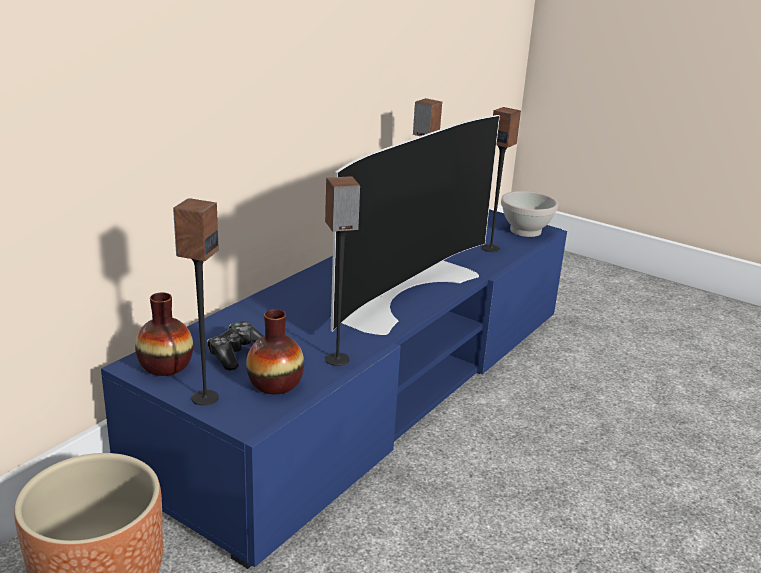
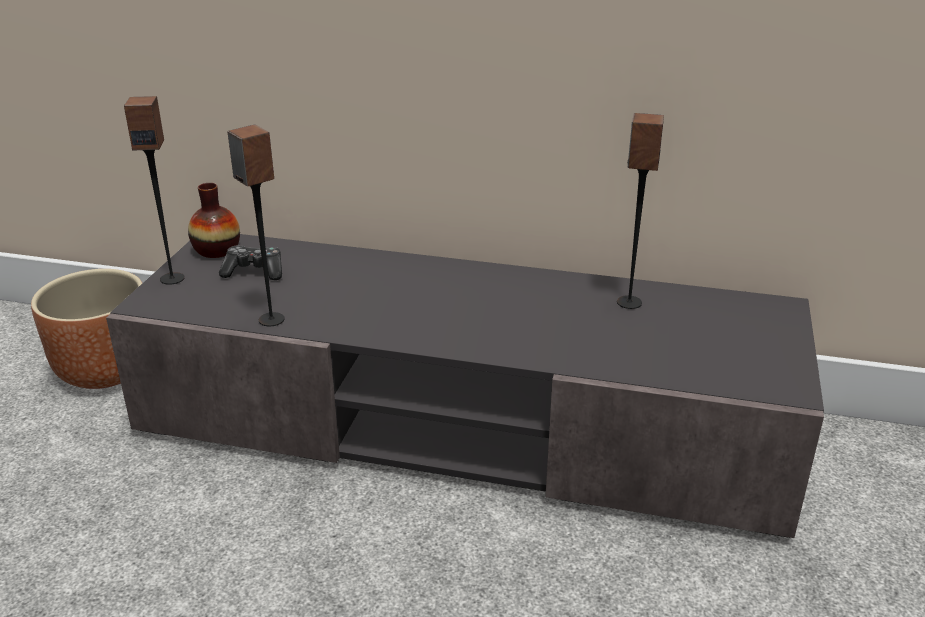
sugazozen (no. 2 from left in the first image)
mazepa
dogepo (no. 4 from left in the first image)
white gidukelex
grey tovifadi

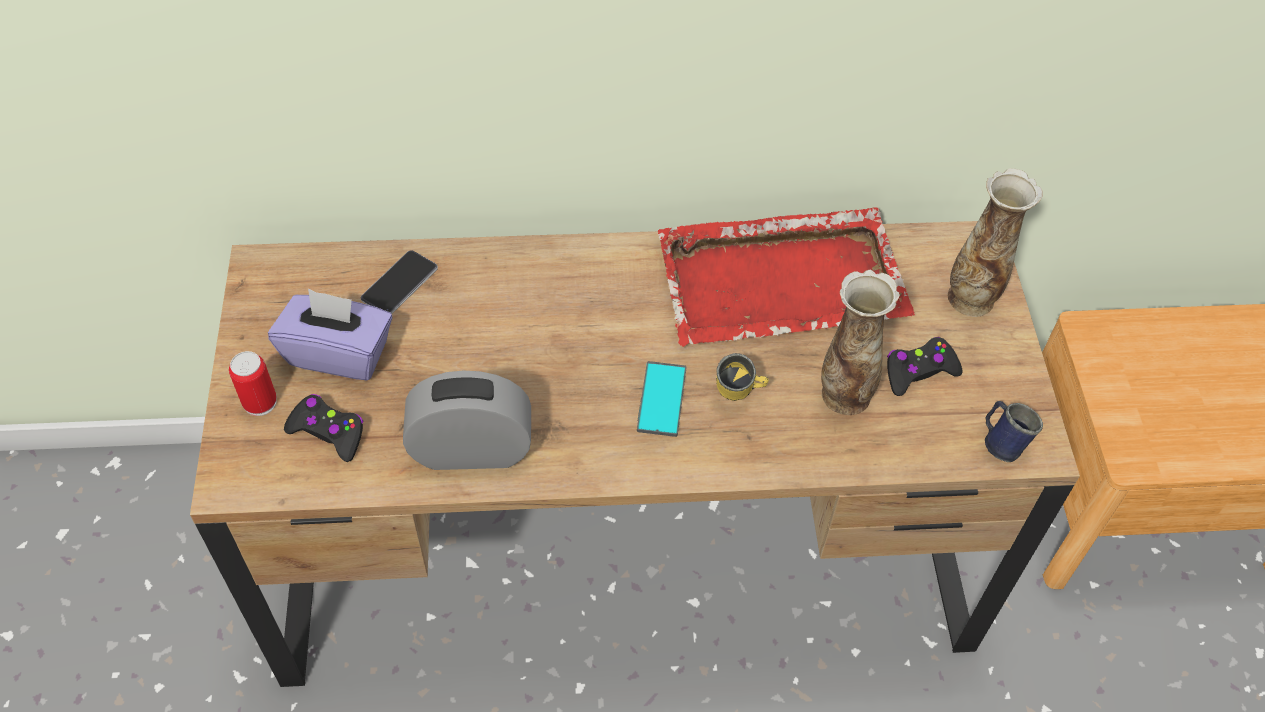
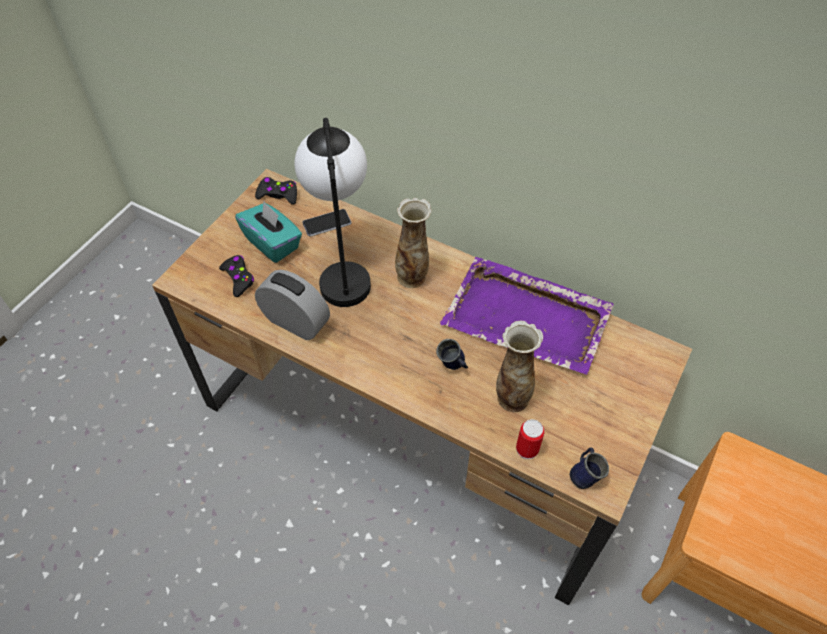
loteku (no. 2 from left in the first image)
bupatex
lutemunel
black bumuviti (no. 2 from left)
sugazozen (no. 1 from left)
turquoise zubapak
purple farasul
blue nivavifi (no. 1 from left)

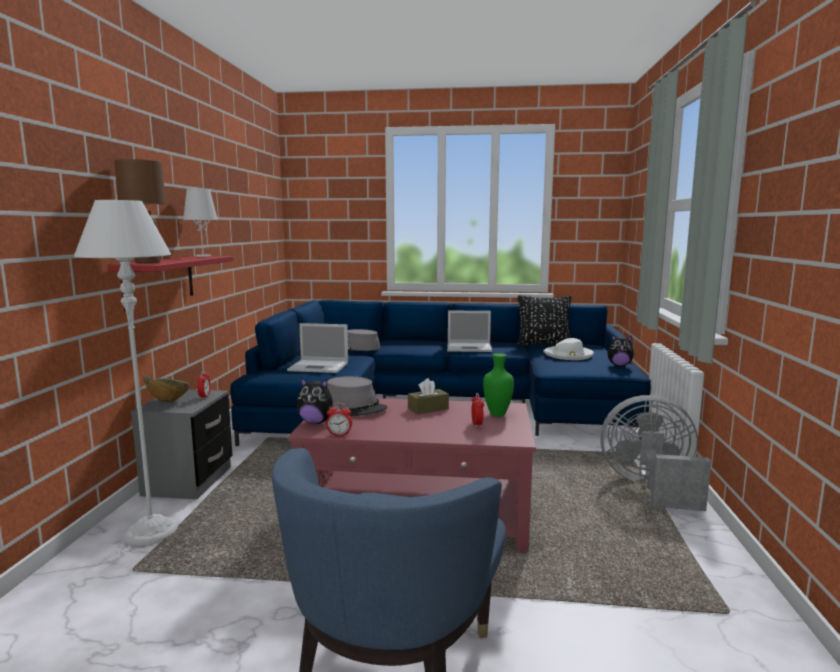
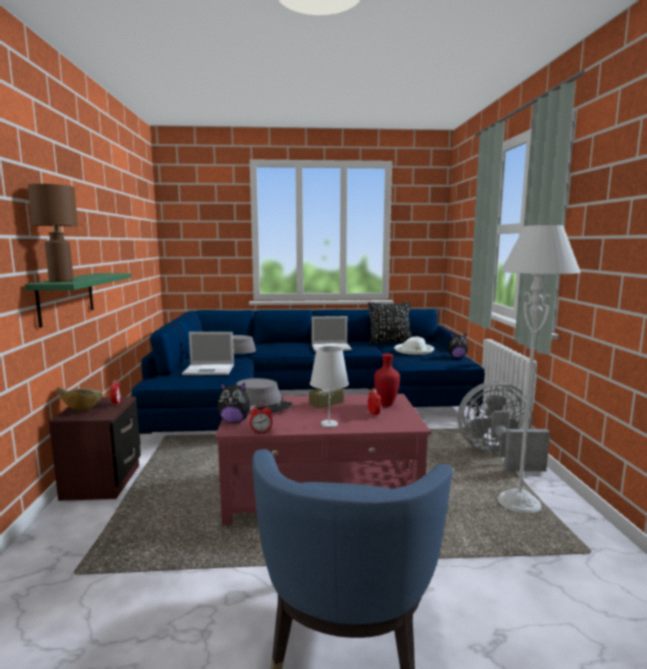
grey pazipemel
white bupatex
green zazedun
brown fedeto
red sugazozen

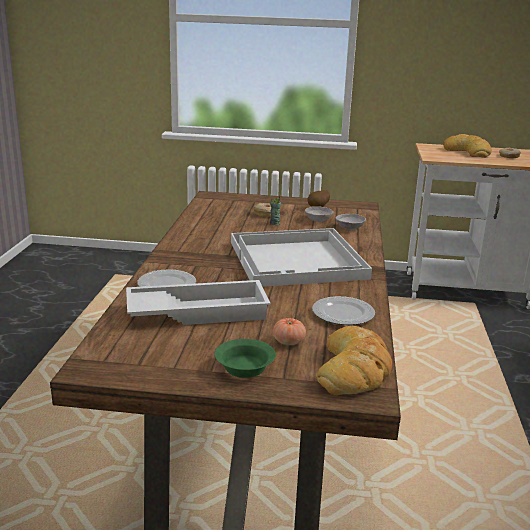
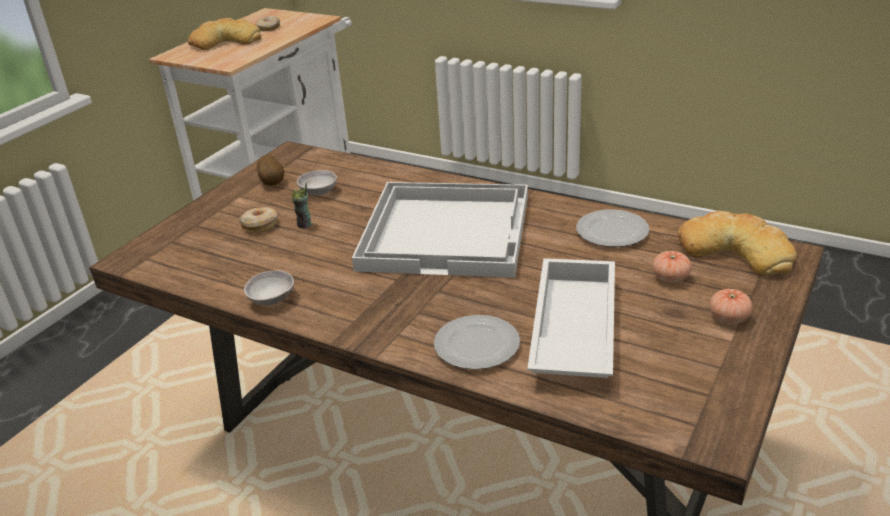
grey gidukelex (no. 1 from left)
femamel (no. 2 from left)

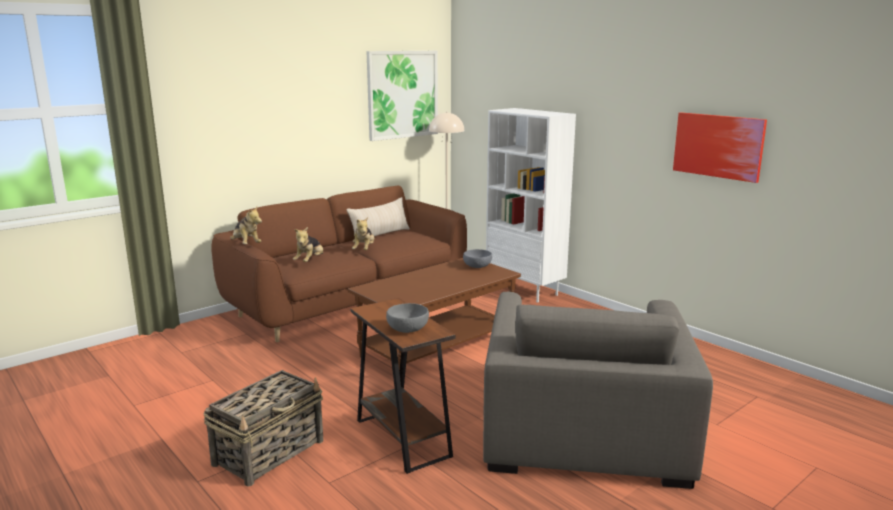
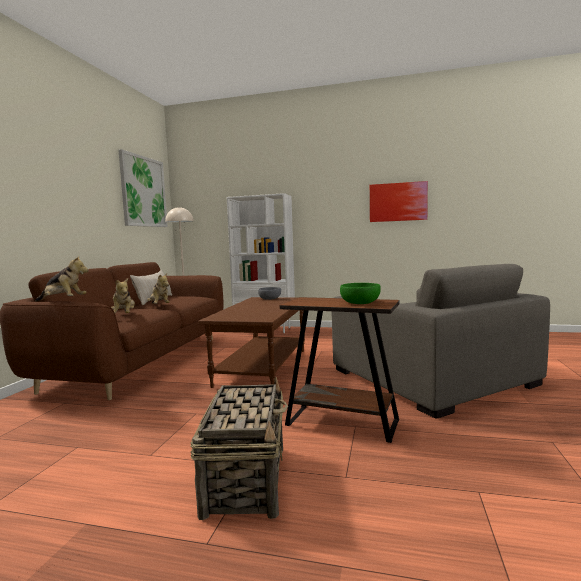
green gidukelex

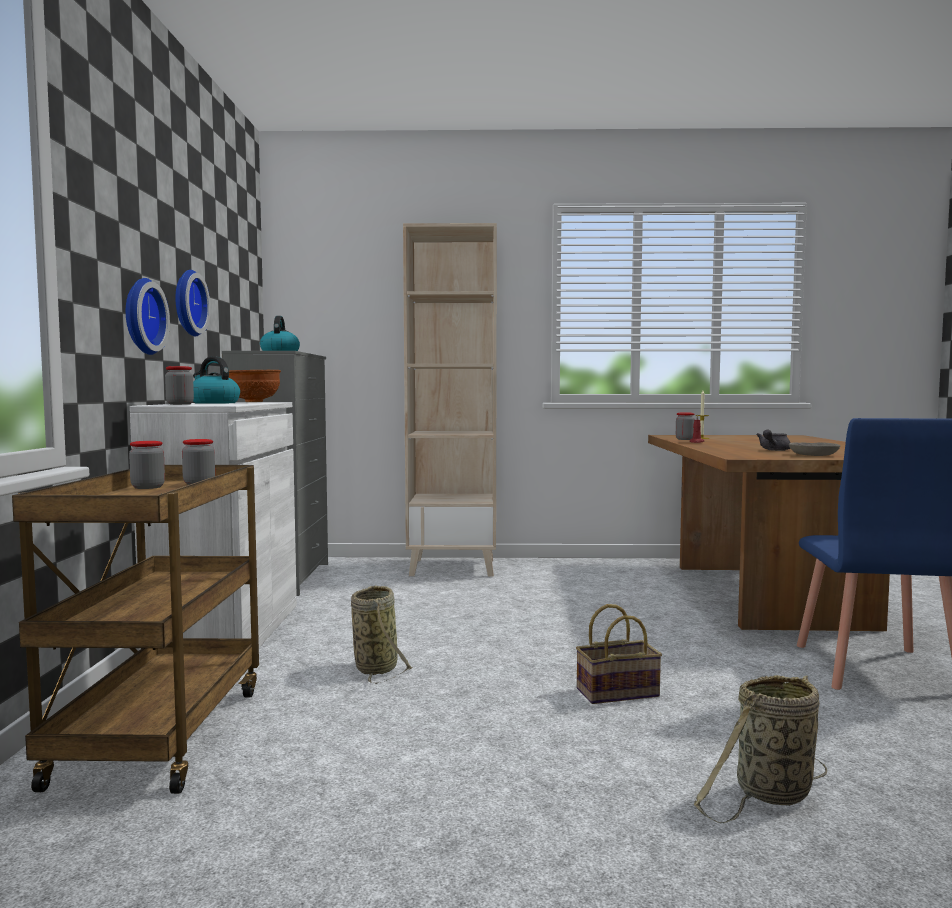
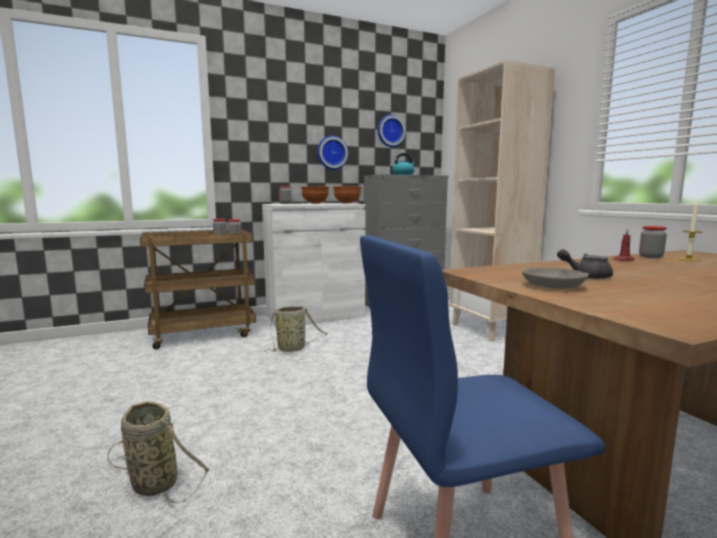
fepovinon (no. 2 from left in the first image)
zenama (no. 2 from left)
brown gidukelex (no. 1 from left)

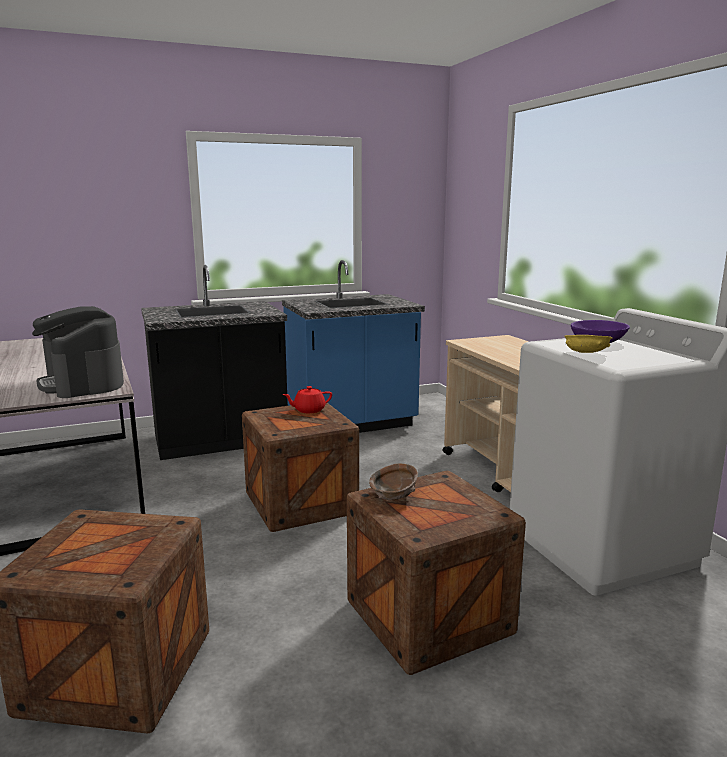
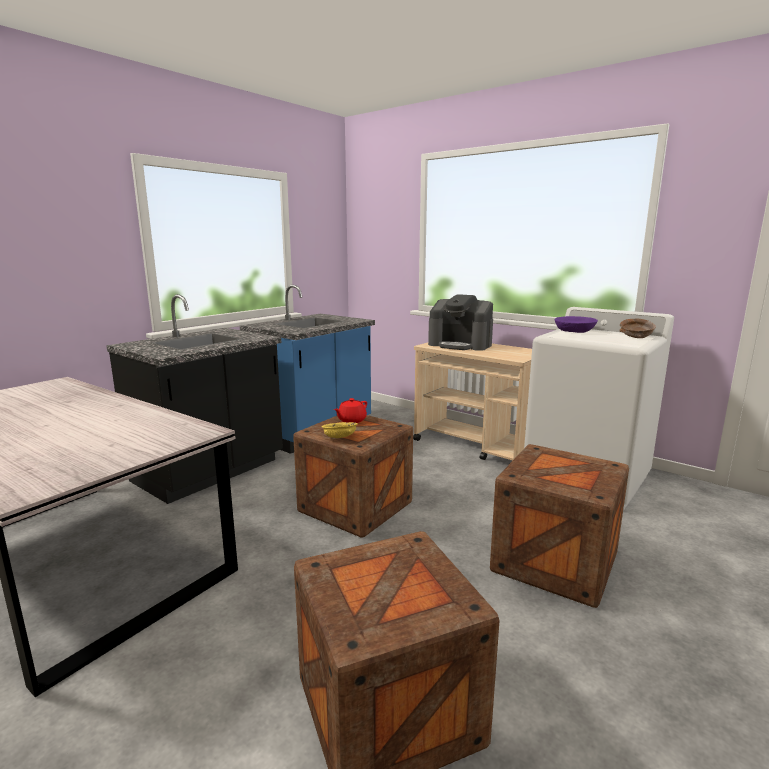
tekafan
brown gidukelex
yellow gidukelex

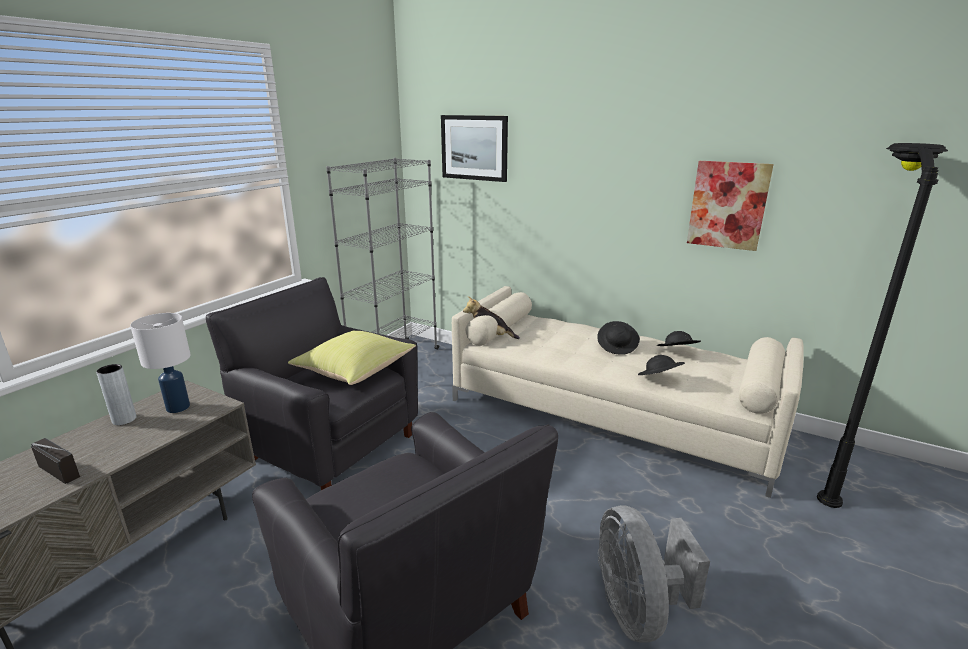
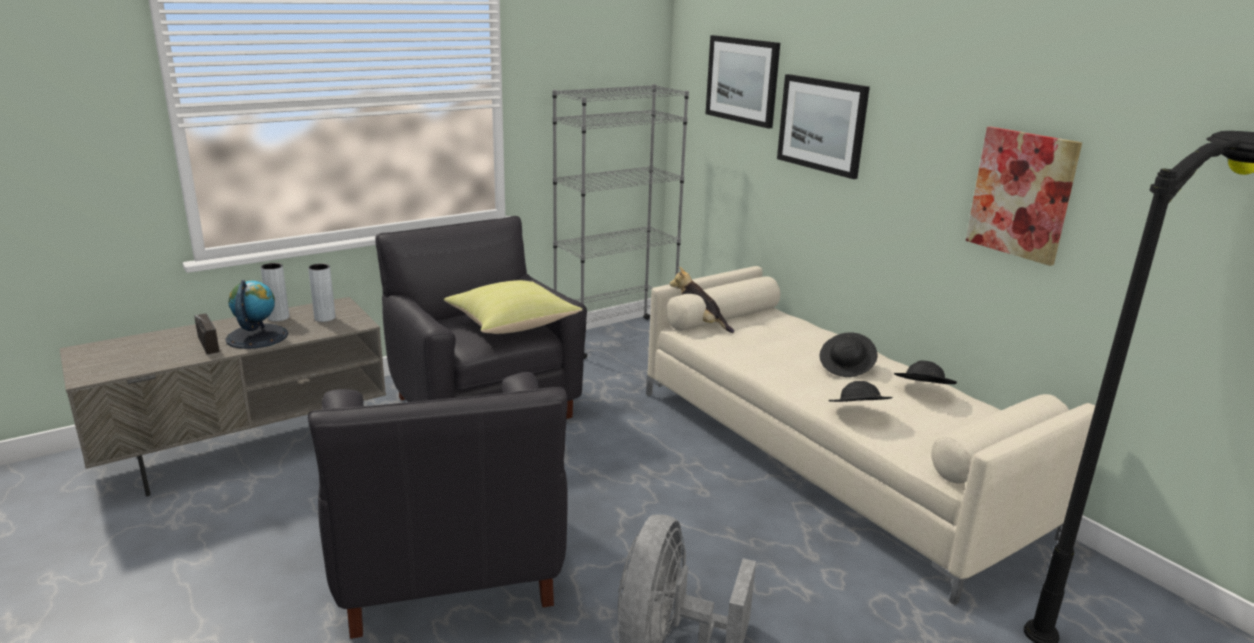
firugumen
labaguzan (no. 2 from left)
grey sugazozen (no. 2 from left)

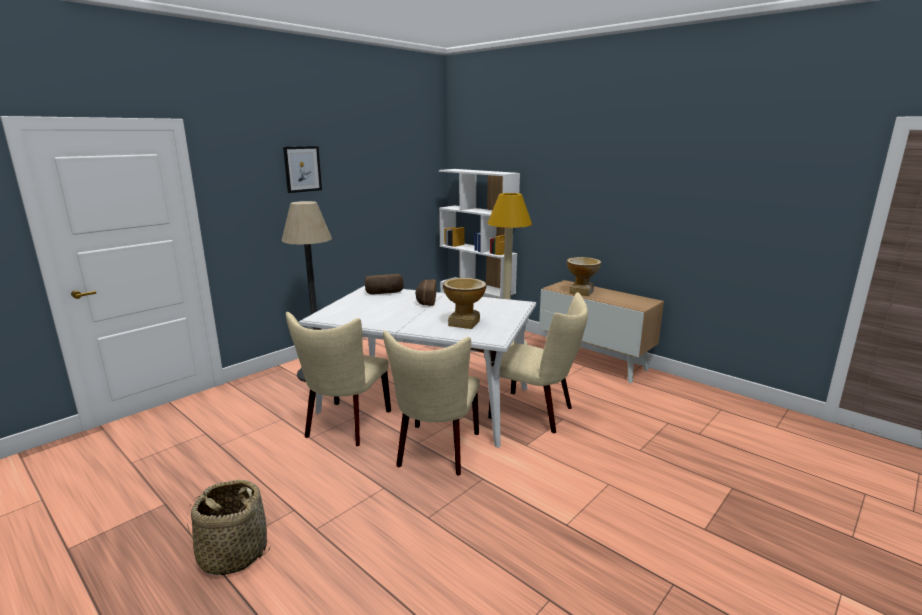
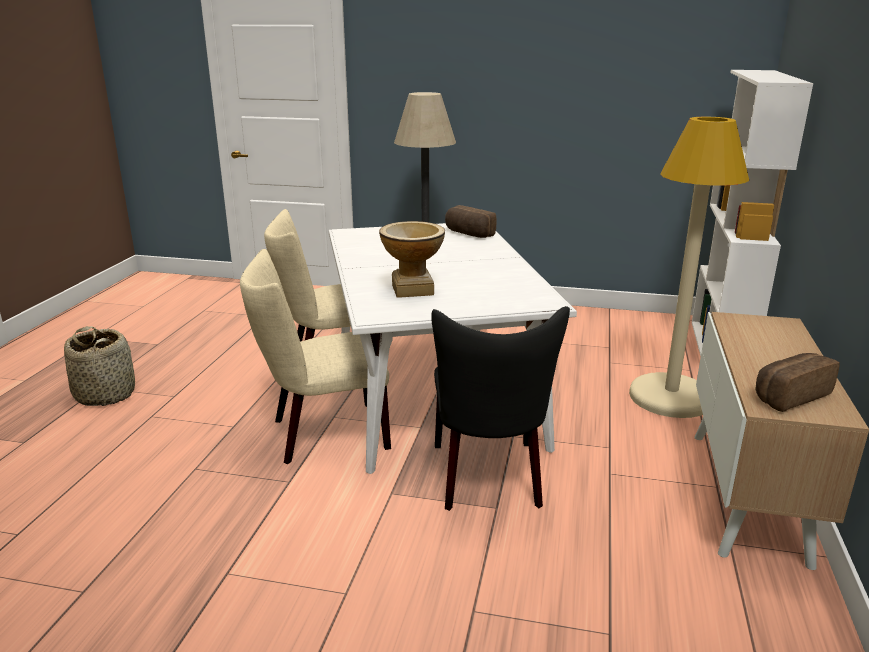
labaguzan
sugazozen (no. 2 from left in the first image)
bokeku (no. 2 from left)
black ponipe

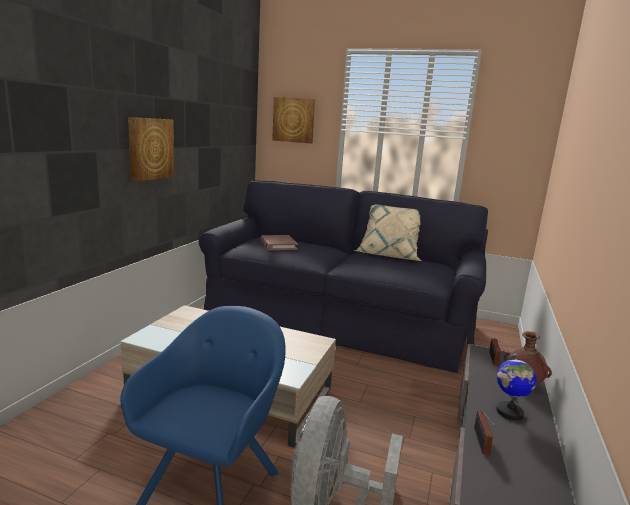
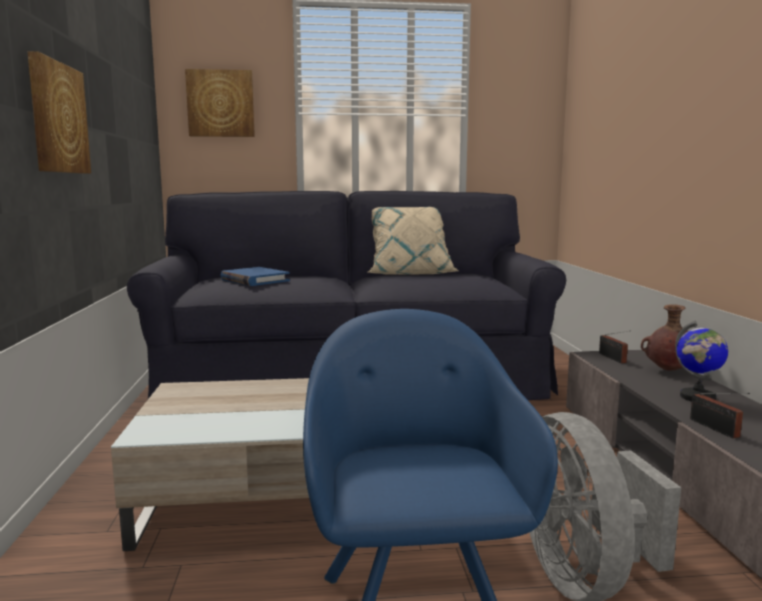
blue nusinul

